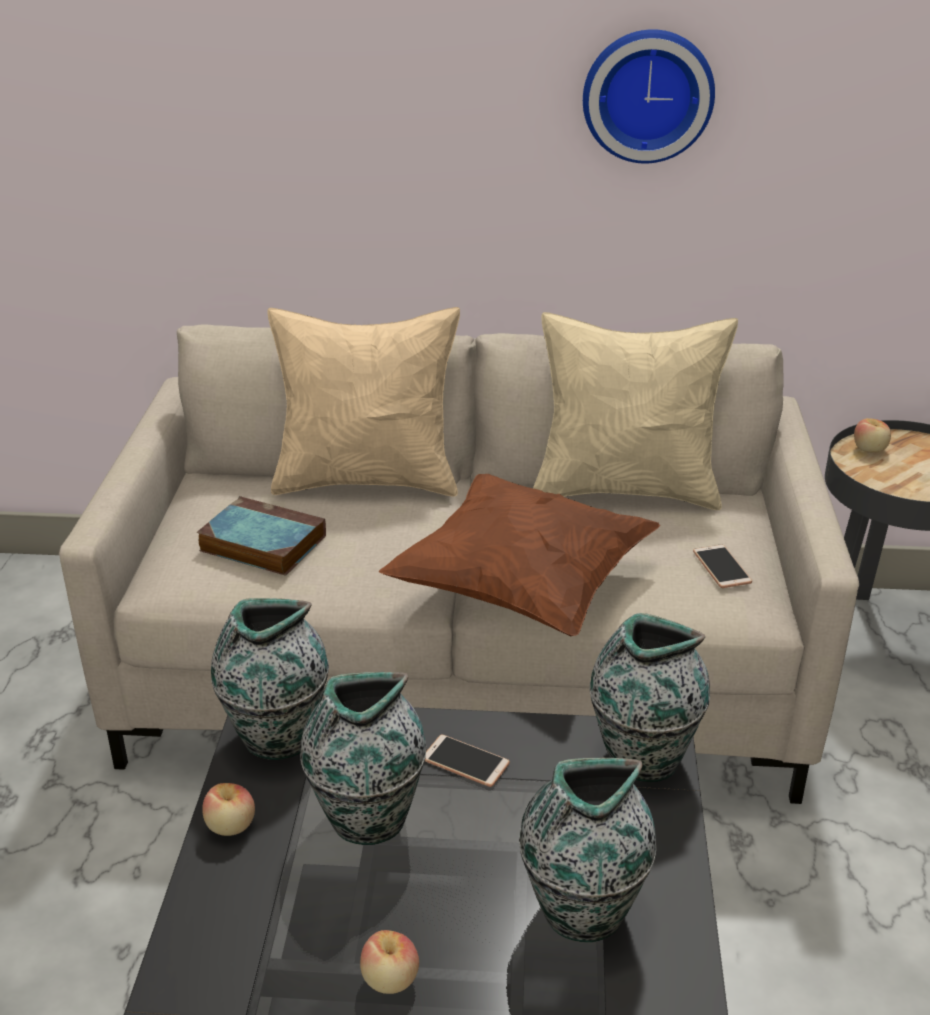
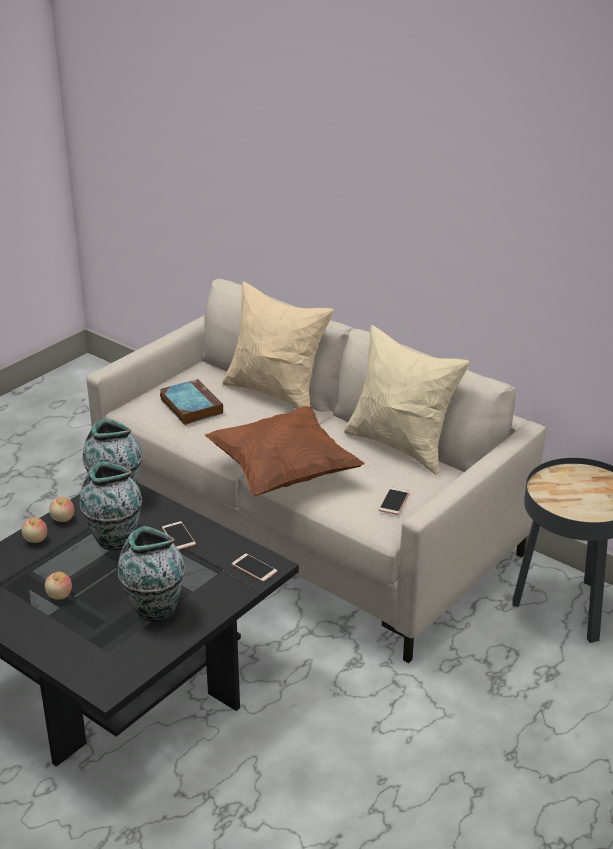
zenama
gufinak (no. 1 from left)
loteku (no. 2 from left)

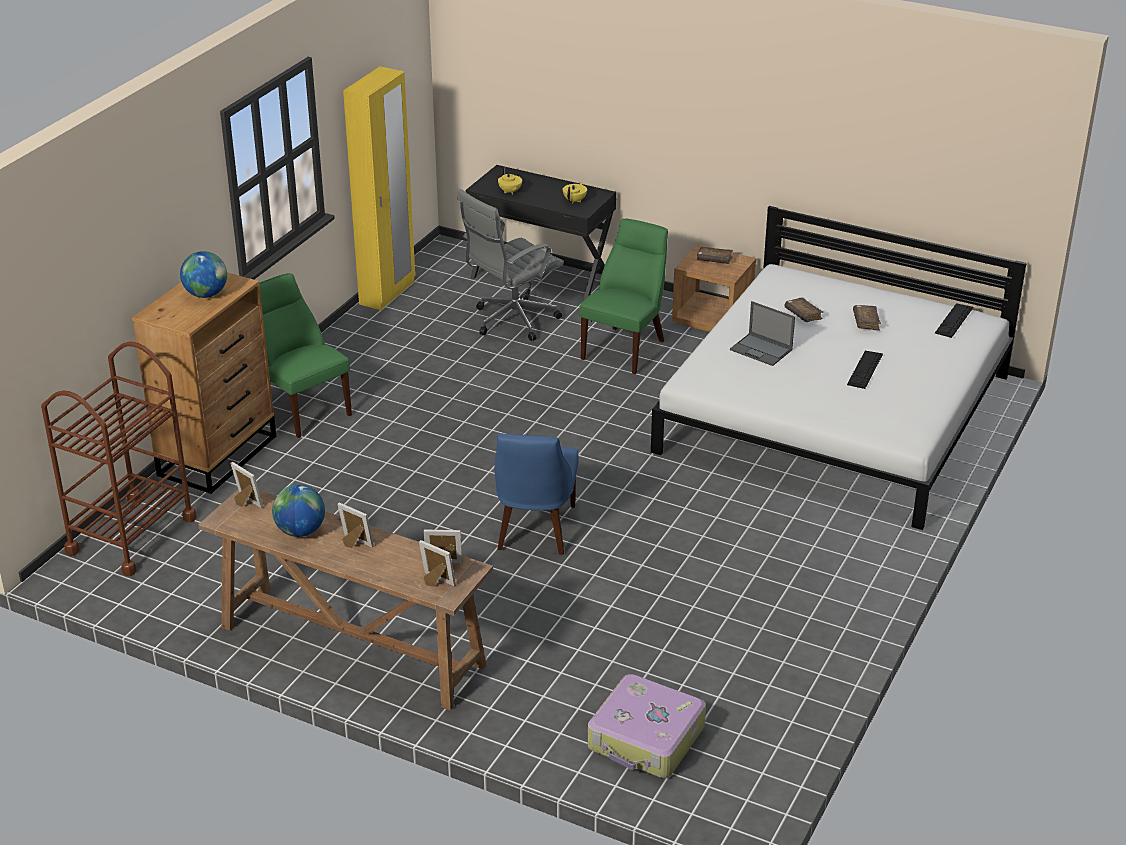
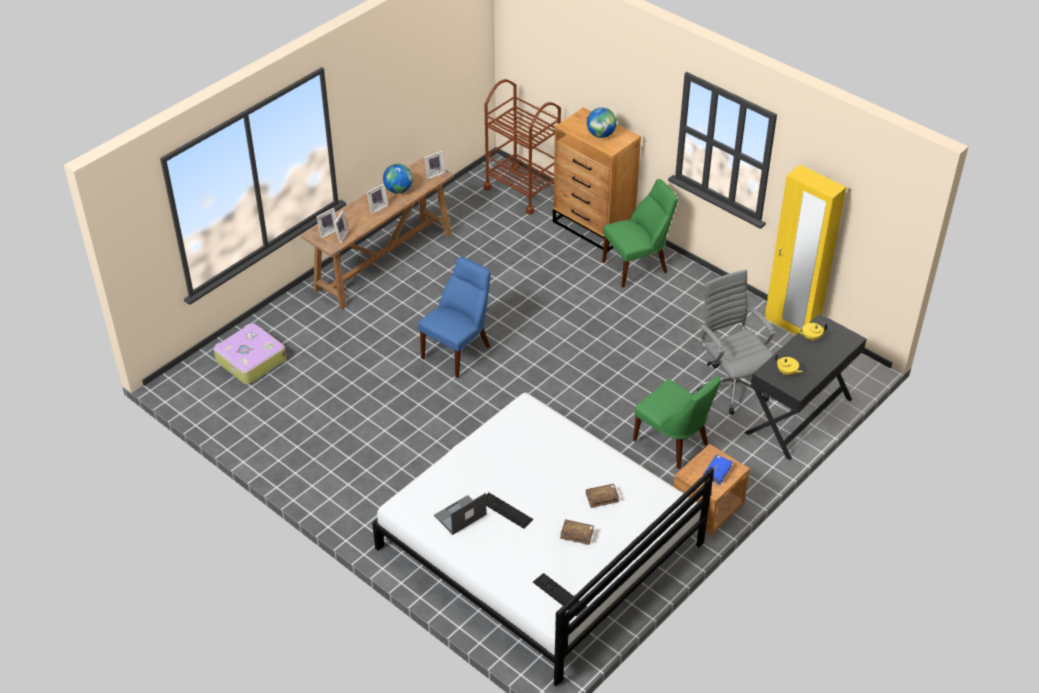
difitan
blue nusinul
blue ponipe

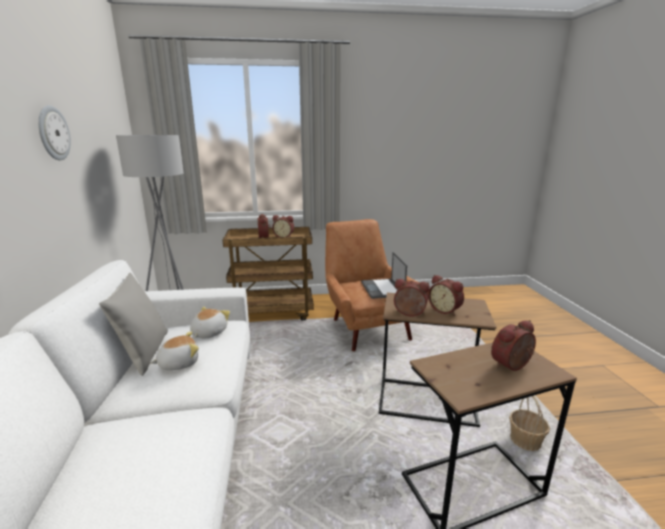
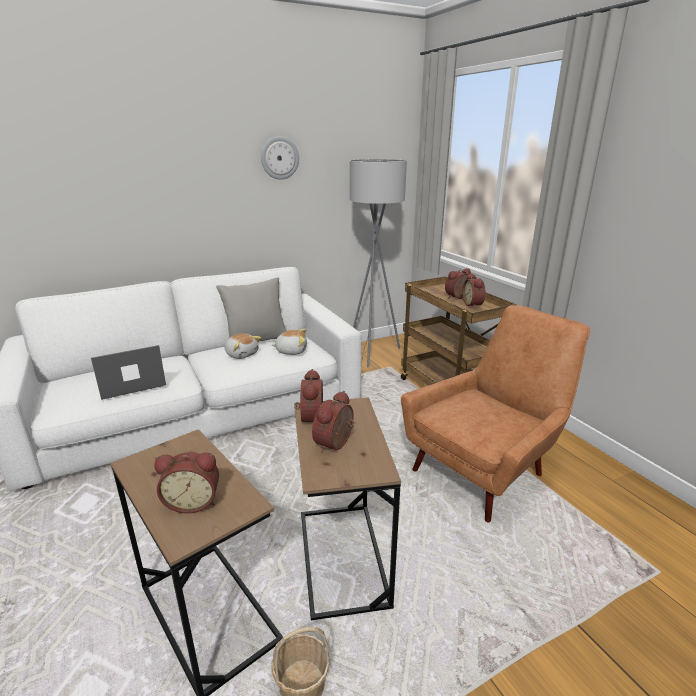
difitan
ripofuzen (no. 1 from left)

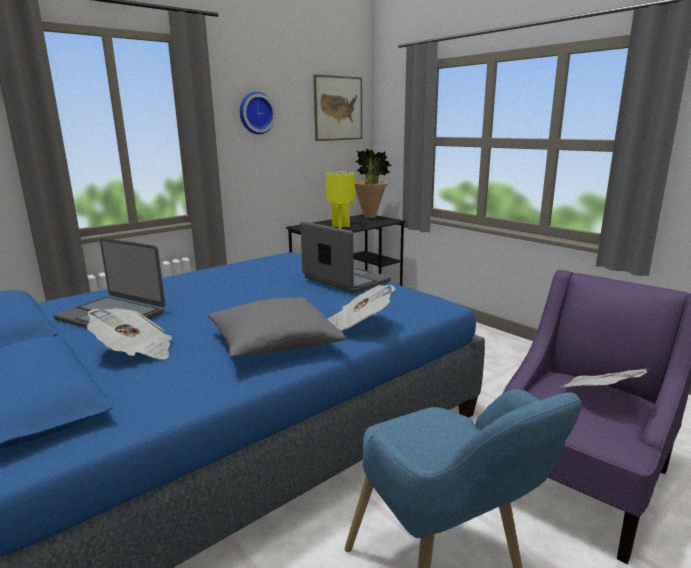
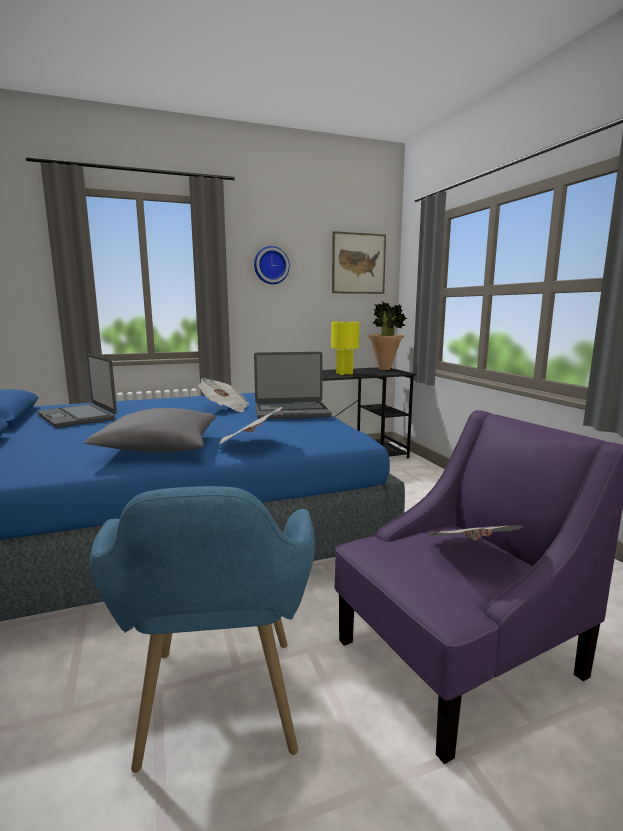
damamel (no. 1 from left)
difitan (no. 2 from left)

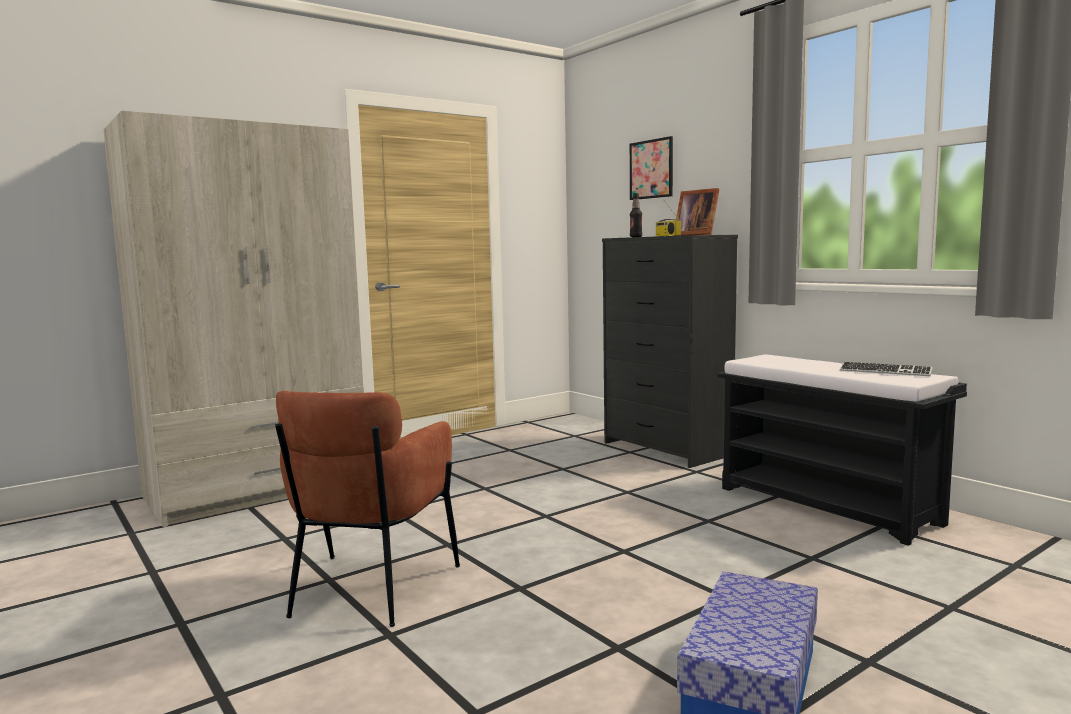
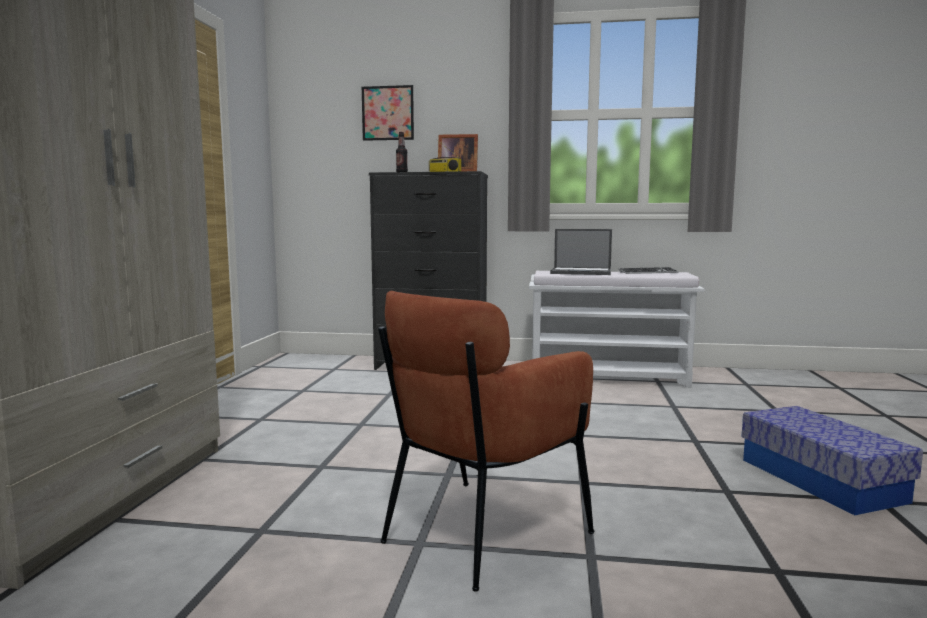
difitan
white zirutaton
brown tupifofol

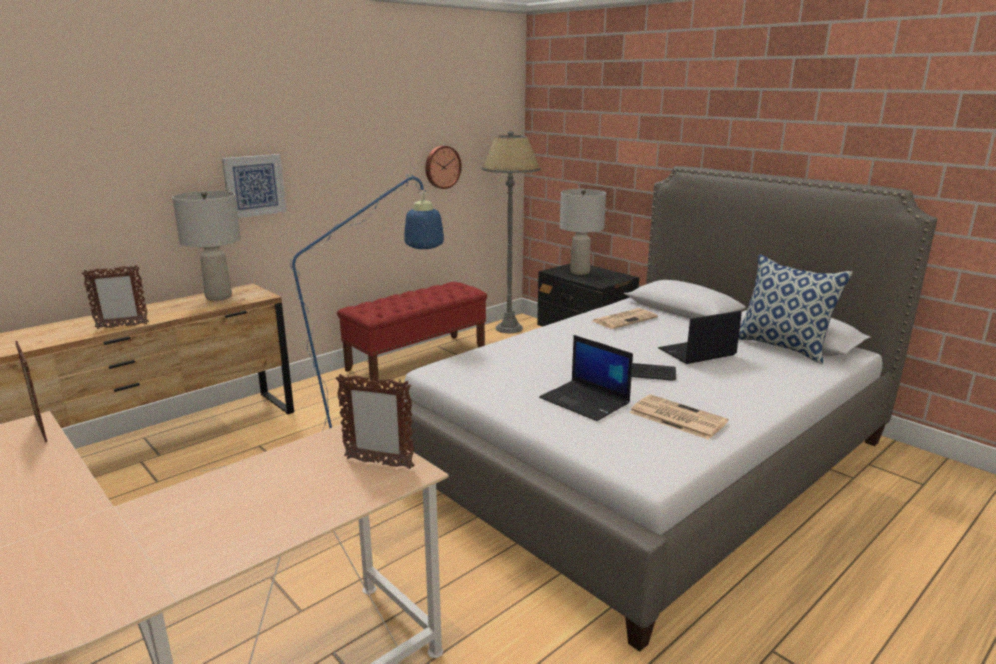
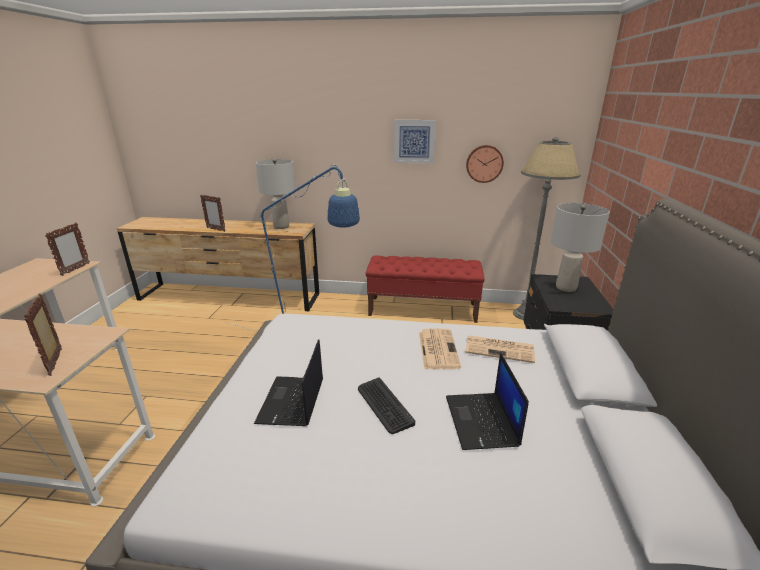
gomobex
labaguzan
damamel (no. 1 from left)
difitan (no. 2 from left)

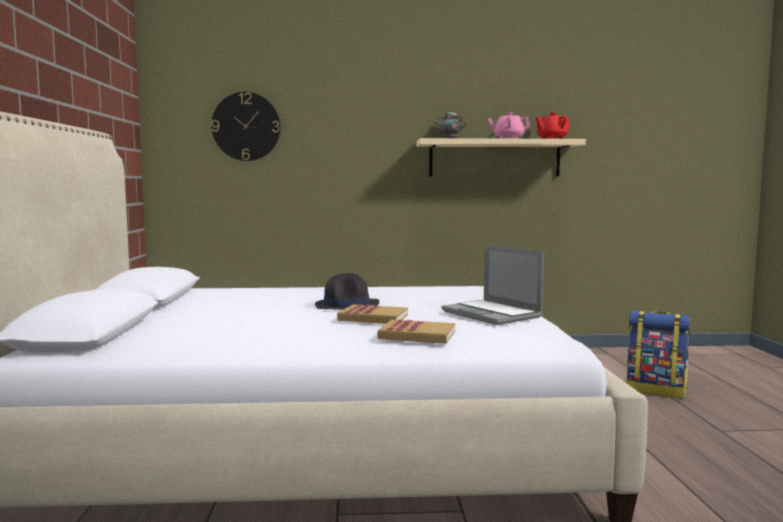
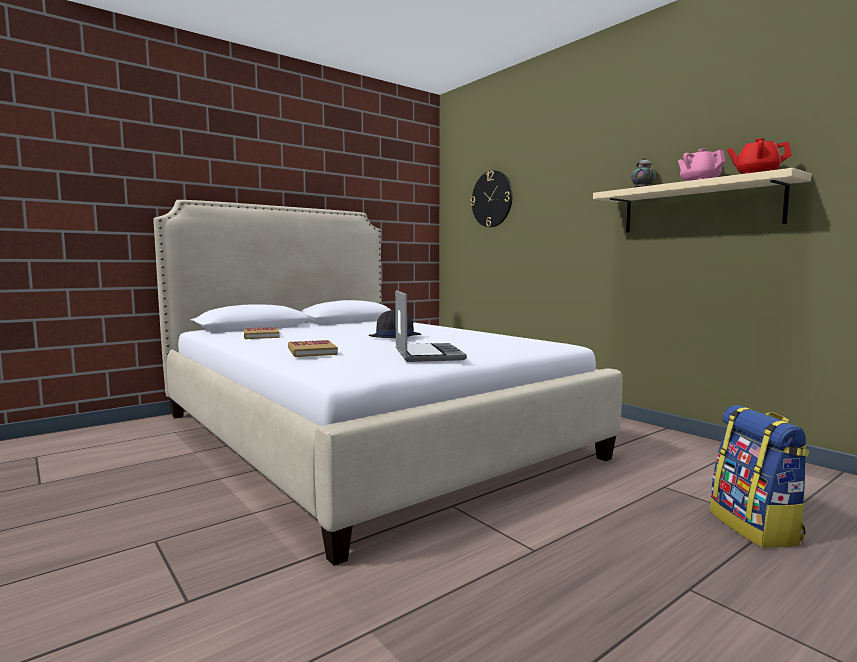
nusinul (no. 1 from left)
difitan

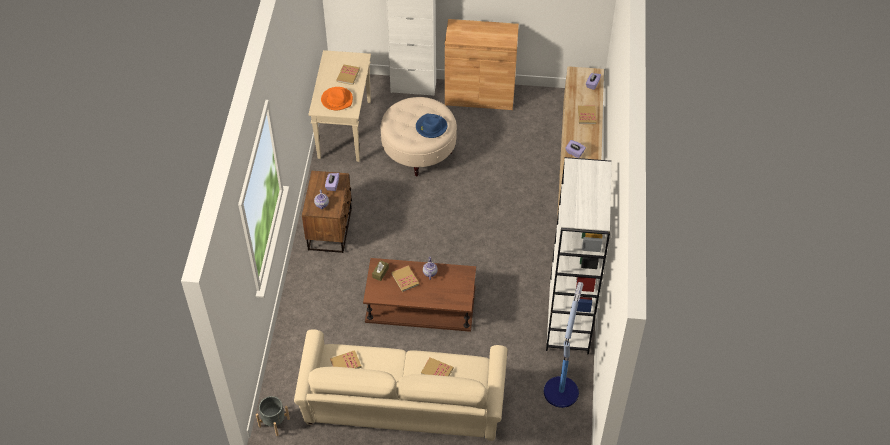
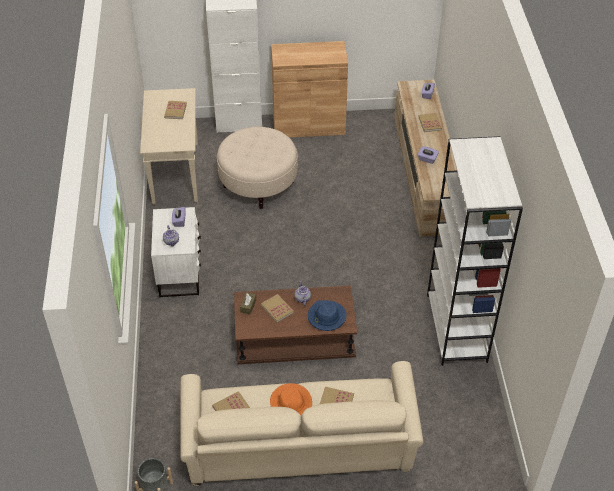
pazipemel
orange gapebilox
blue gapebilox
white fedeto

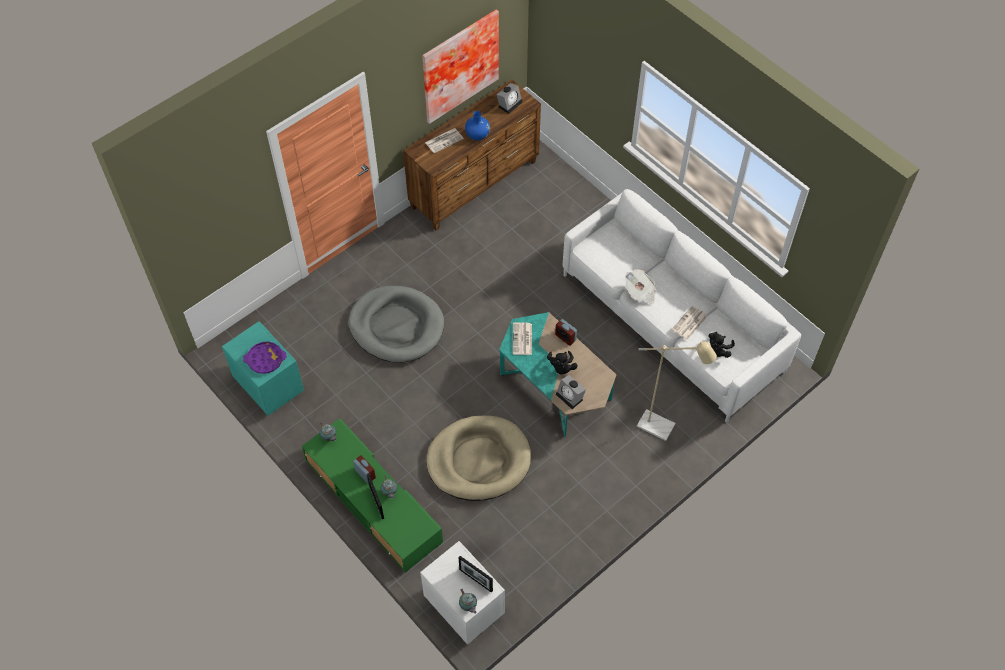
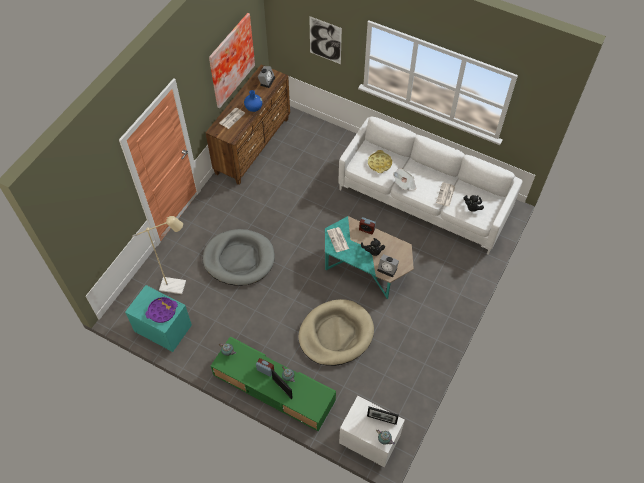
labaguzan (no. 2 from left)
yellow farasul
beige pazipemel

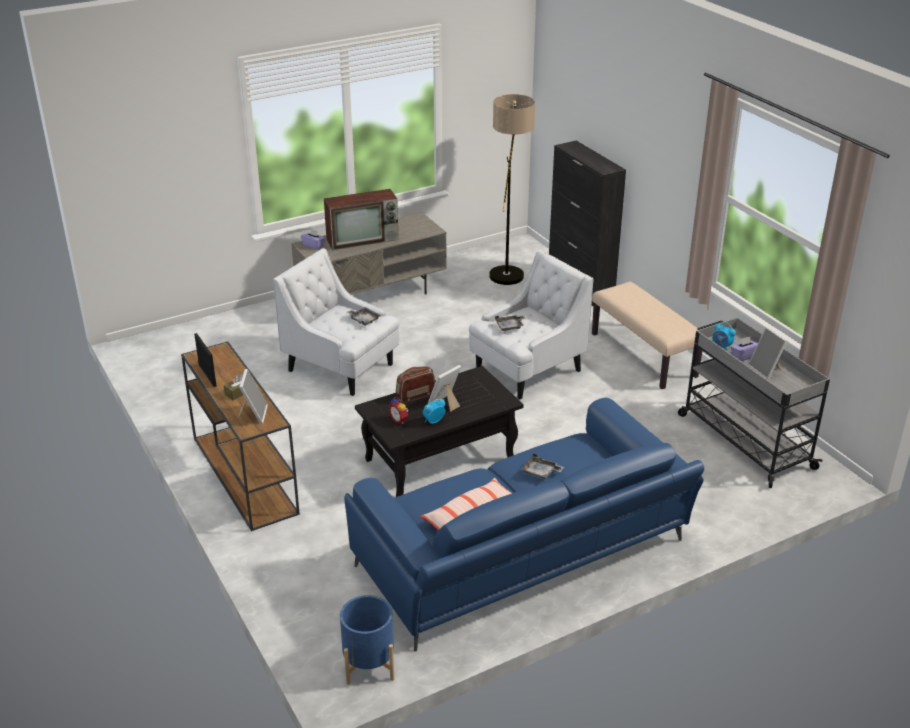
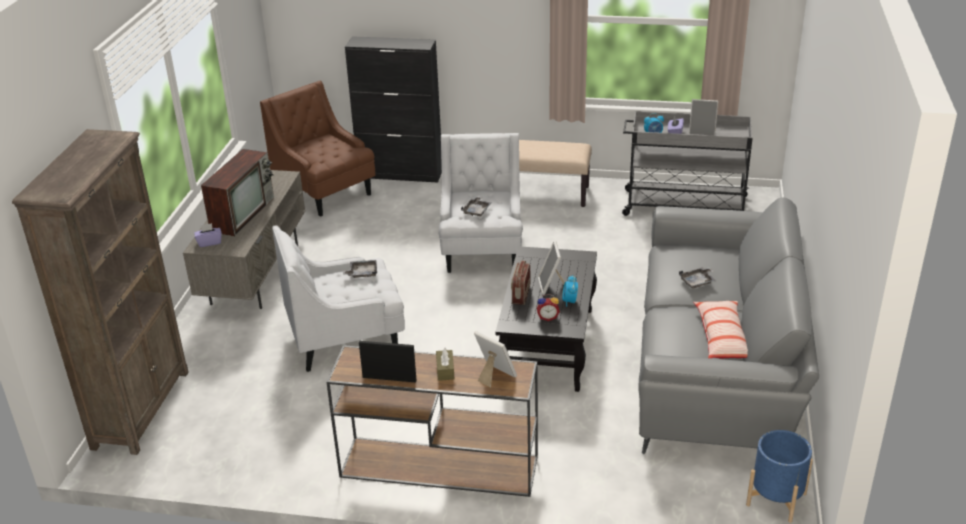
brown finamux
brown tupifofol
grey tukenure

